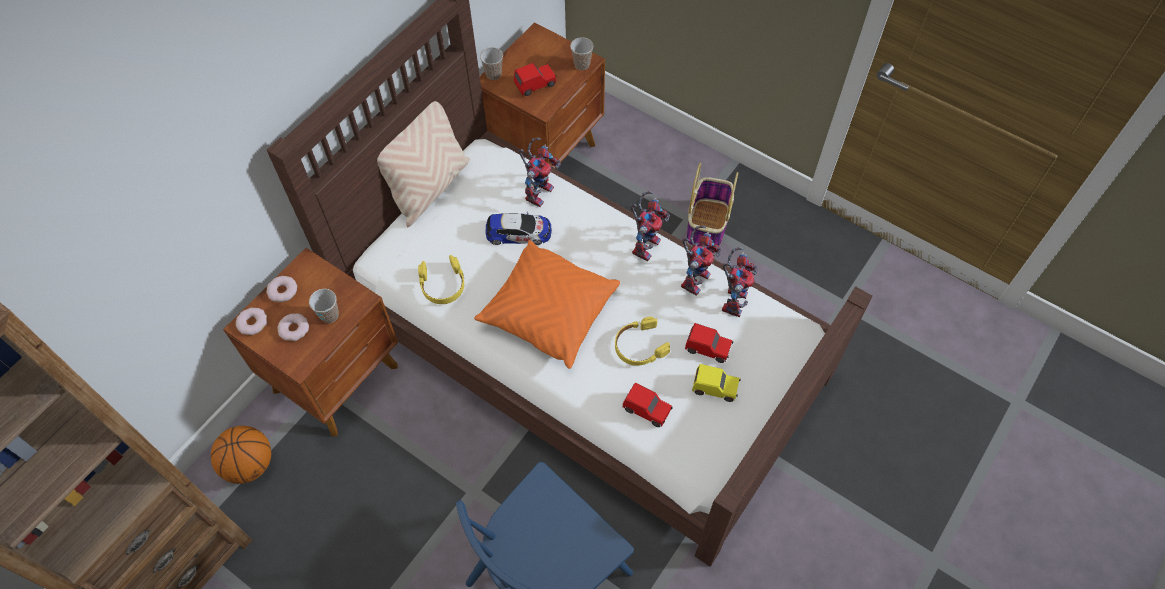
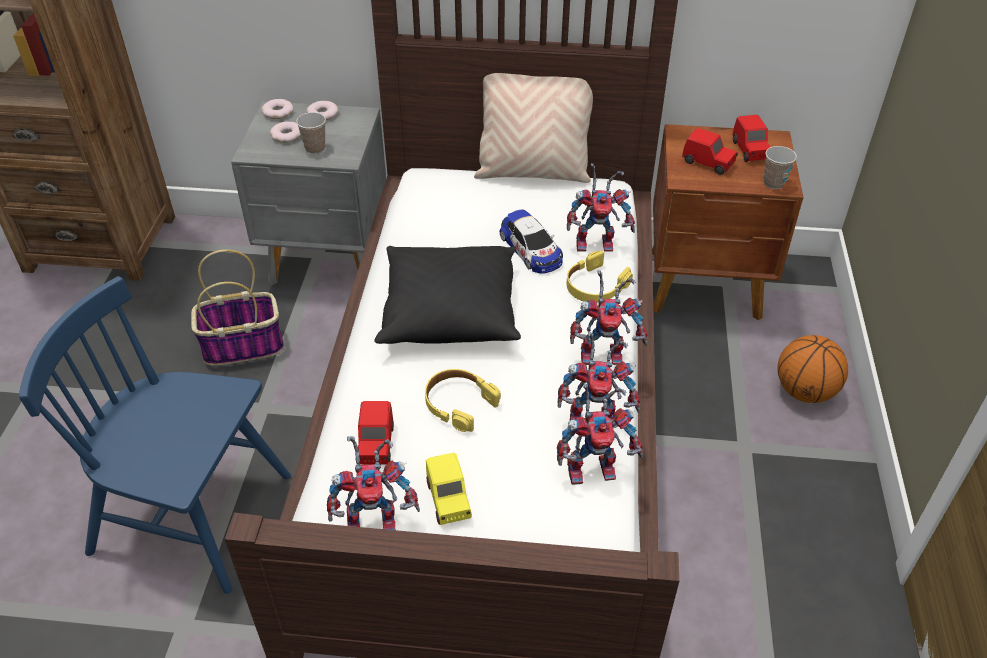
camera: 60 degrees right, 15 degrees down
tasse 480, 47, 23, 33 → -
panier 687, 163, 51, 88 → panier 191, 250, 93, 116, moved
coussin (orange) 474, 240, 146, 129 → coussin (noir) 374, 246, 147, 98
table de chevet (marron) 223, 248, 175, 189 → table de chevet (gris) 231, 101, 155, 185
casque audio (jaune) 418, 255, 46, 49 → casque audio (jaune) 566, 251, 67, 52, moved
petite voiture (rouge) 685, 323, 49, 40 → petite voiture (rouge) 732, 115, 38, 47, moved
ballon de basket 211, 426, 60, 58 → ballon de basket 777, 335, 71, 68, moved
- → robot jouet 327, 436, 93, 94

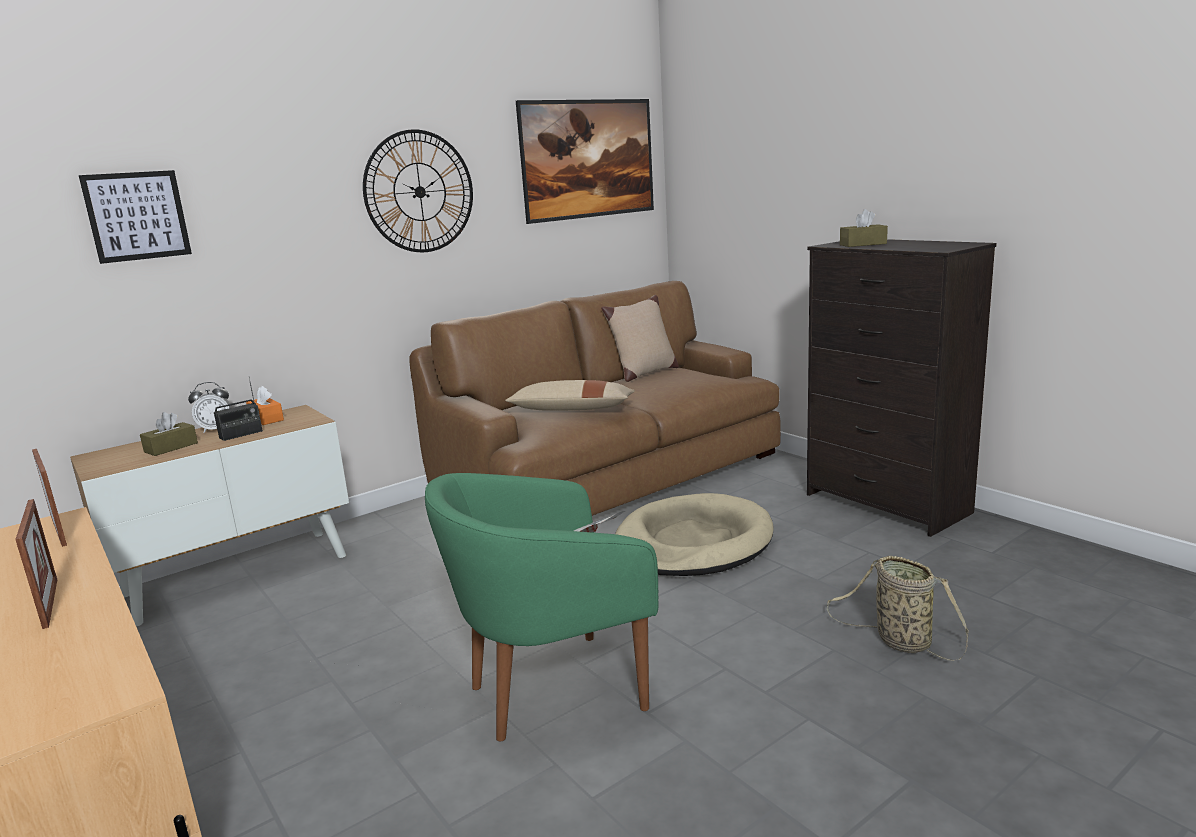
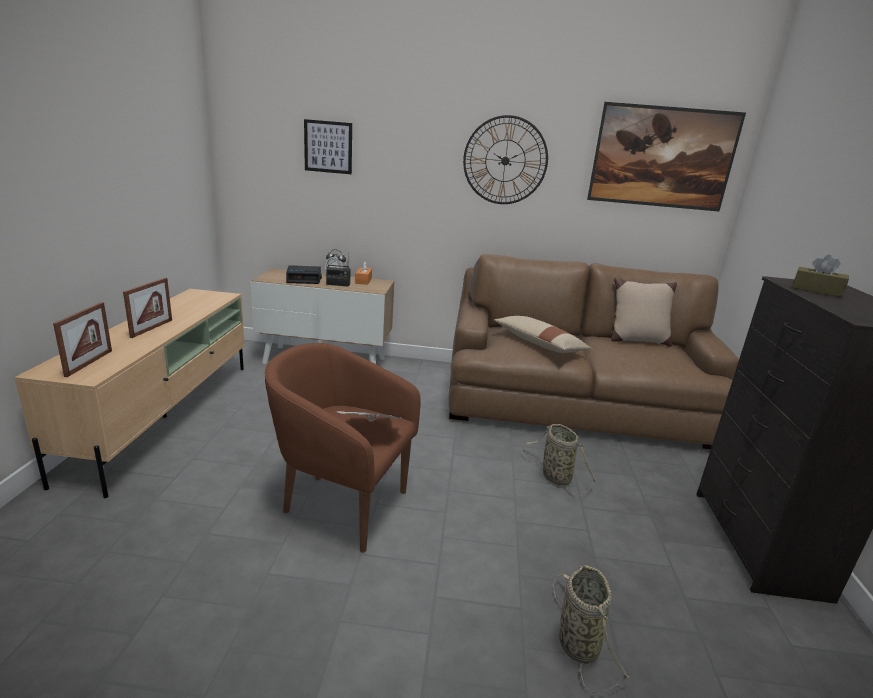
camera: 40 degrees right, 5 degrees up
boîte à mouchoirs (marron) 140, 412, 58, 44 → réveil 286, 265, 36, 19
cadre photo 32, 449, 35, 98 → cadre photo 53, 302, 59, 75, moved
fauteuil (vert) 425, 473, 233, 268 → fauteuil (marron) 265, 343, 156, 210
panier pour chien (beige) 615, 493, 158, 83 → panier 522, 424, 74, 72

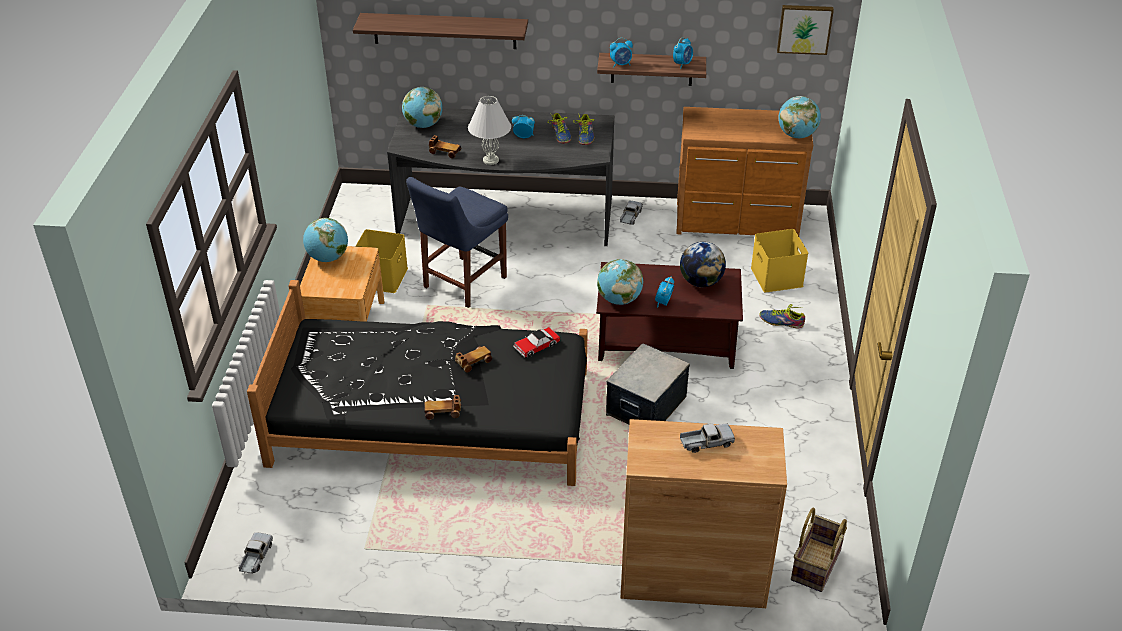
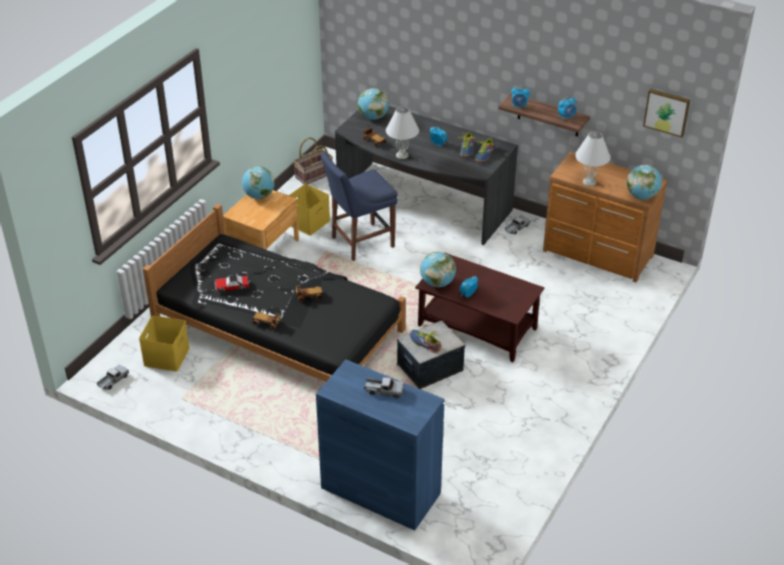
camera: 25 degrees right, 0 degrees up
étagère 353, 13, 175, 36 → -
boîte de rangement (jaune) 751, 229, 57, 63 → boîte de rangement (jaune) 139, 315, 51, 57, moved
globe 680, 242, 46, 45 → -
chaussure 759, 304, 46, 24 → chaussure 410, 330, 31, 23, moved
petite voiture 513, 327, 48, 31 → petite voiture 215, 275, 34, 17, moved
meuble de rangement (marron) 621, 419, 166, 189 → meuble de rangement (bleu) 316, 359, 129, 172
panier 791, 507, 56, 85 → panier 293, 138, 40, 46, moved
- → lampe de table (blanc) 575, 131, 36, 55

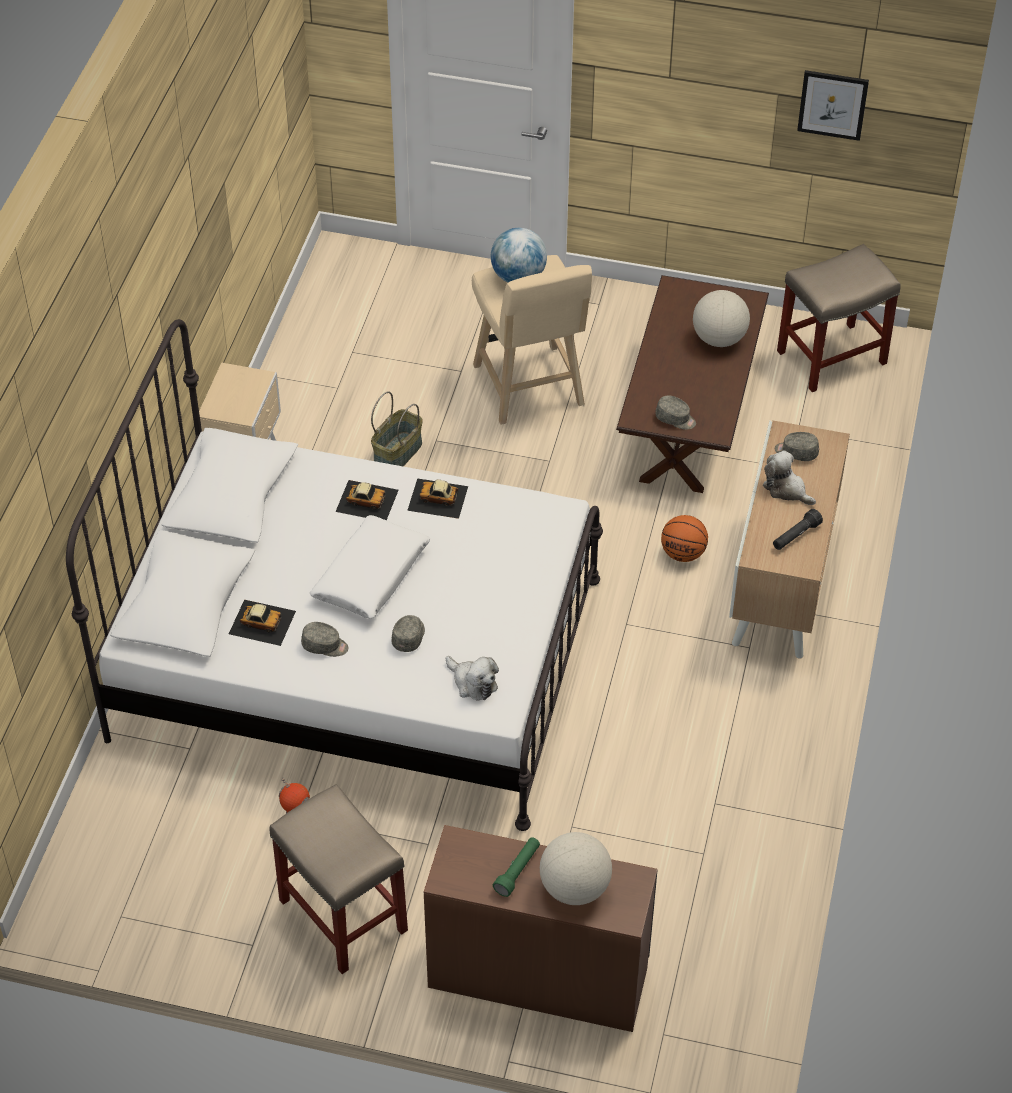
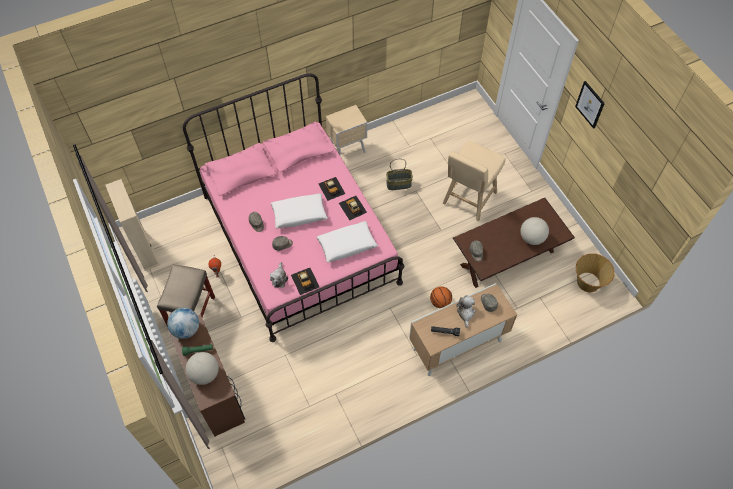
camera: 50 degrees right, 10 degrees up
tableau 797, 70, 72, 71 → tableau 575, 81, 30, 48, moved
globe 491, 228, 56, 54 → globe 167, 308, 32, 31, moved
tabouret (beige) 777, 244, 124, 148 → panier 576, 253, 39, 39
lit (blanc) 66, 319, 537, 512 → lit (rose) 183, 73, 221, 269
petite voiture 229, 600, 67, 46 → petite voiture 291, 268, 28, 27, moved
- → bibliothèque (beige) 105, 179, 54, 92
- → coussin (blanc) 317, 221, 61, 42

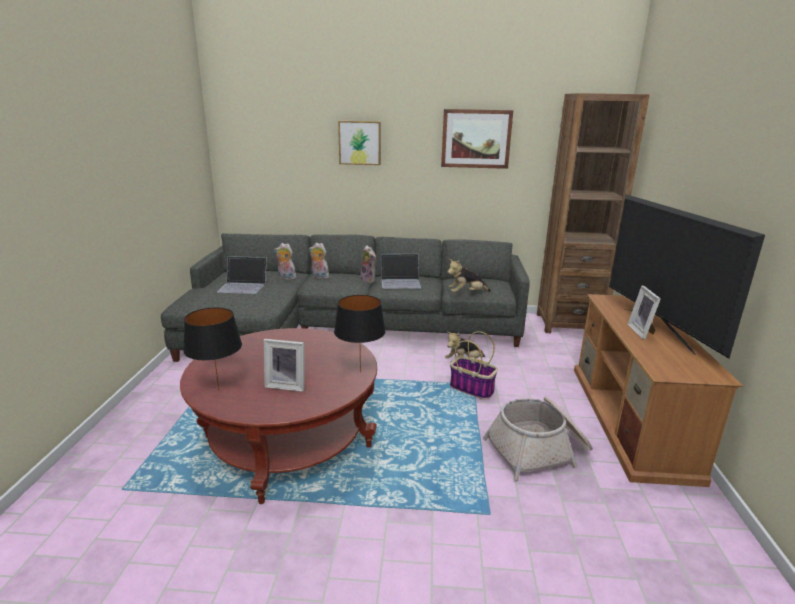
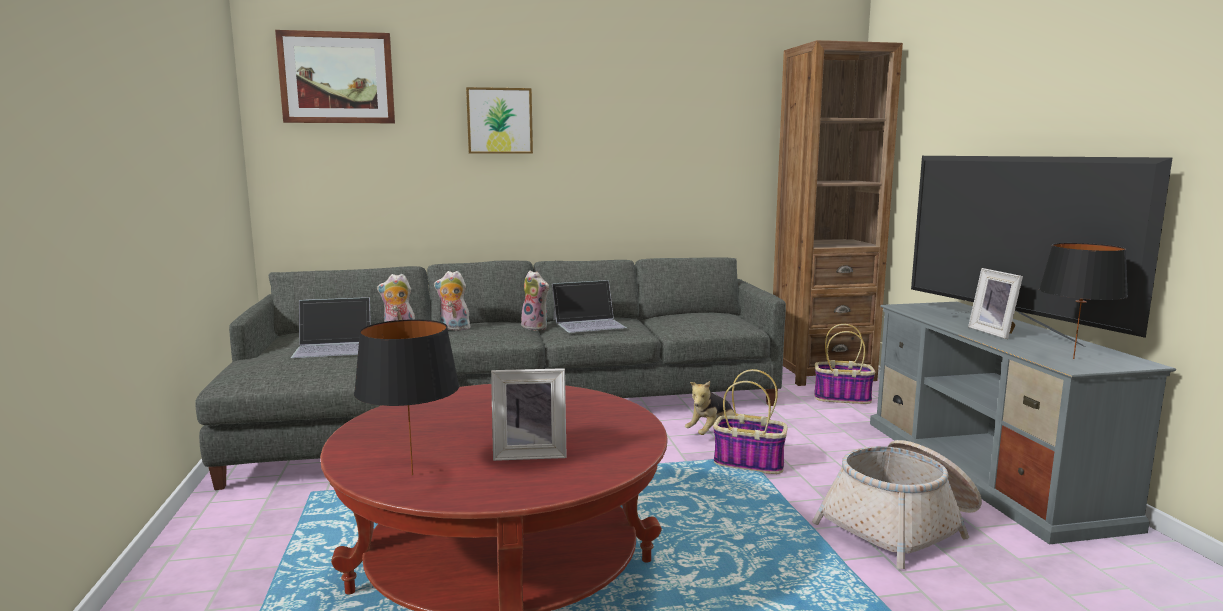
camera: 15 degrees left, 10 degrees down
tableau 441, 109, 72, 60 → tableau 275, 30, 120, 93, moved
peluche 447, 259, 44, 33 → -
meuble télé (marron) 574, 294, 169, 193 → meuble télé (gris) 870, 302, 306, 242
lampe de table (noir) 334, 295, 52, 78 → lampe de table (noir) 1039, 243, 89, 116, moved
- → panier 814, 324, 61, 80

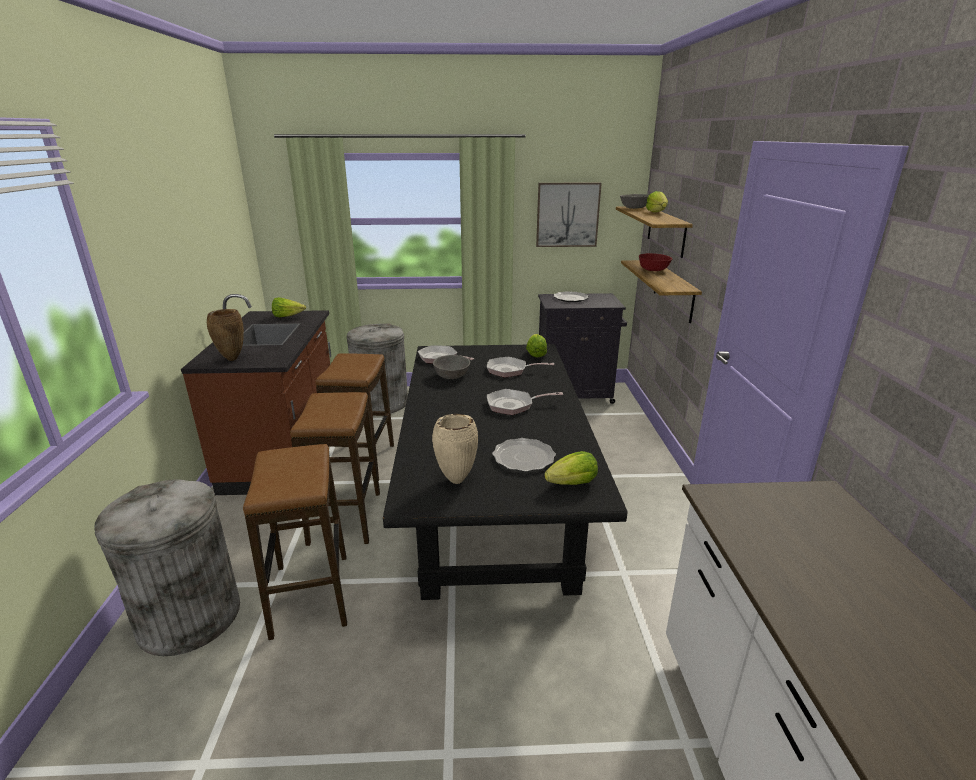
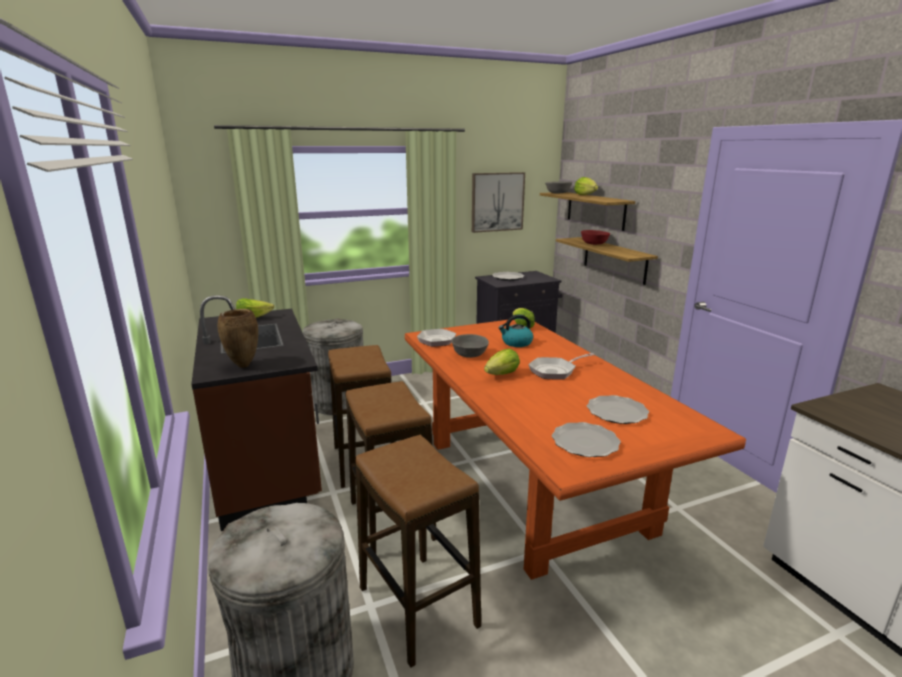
camera: 20 degrees left, 5 degrees down
table à manger (noir) 383, 344, 245, 256 → table à manger (orange) 405, 320, 341, 260
poêle 487, 357, 67, 21 → bouilloire 498, 314, 35, 33
vase (beige) 432, 414, 46, 70 → assiette 552, 422, 69, 35
laitue 544, 451, 54, 34 → laitue 484, 348, 36, 27, moved

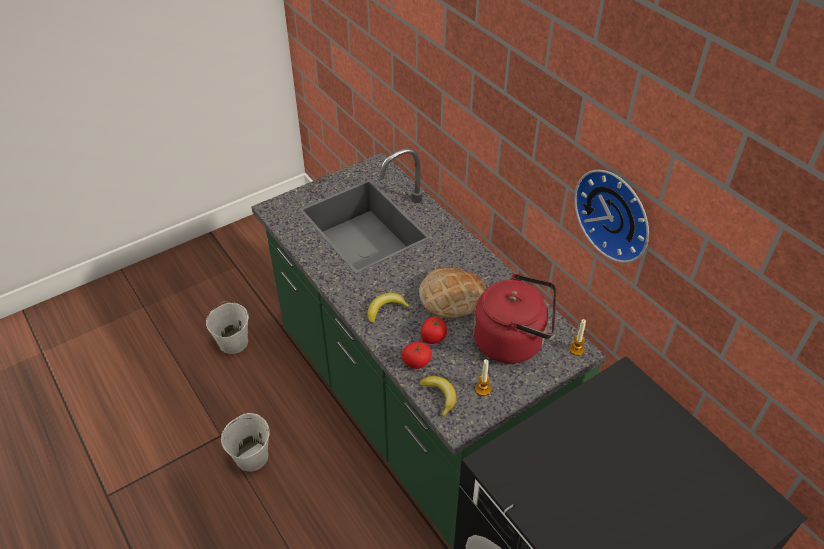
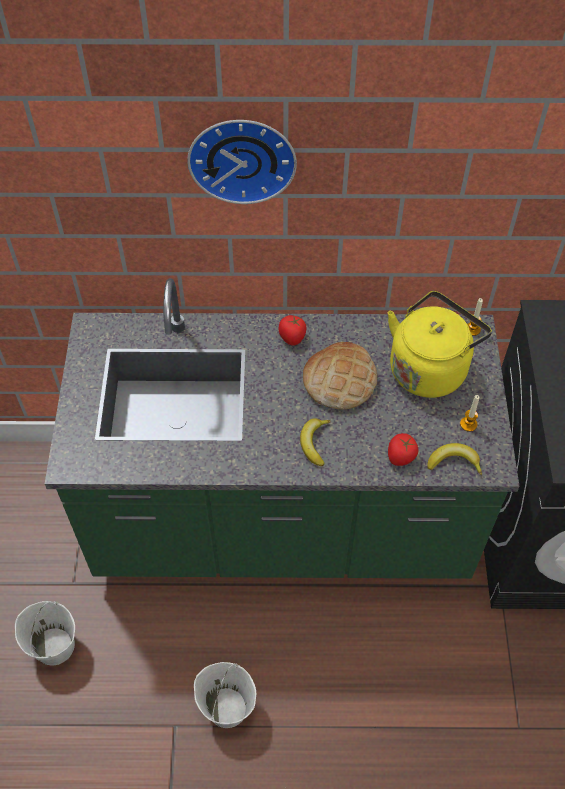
camera: 55 degrees left, 10 degrees up
horloge murale 574, 170, 75, 93 → horloge murale 187, 120, 110, 84, moved
bouilloire (rouge) 473, 274, 83, 90 → bouilloire (jaune) 388, 291, 104, 107
tomate 421, 317, 26, 27 → tomate 279, 315, 28, 31, moved

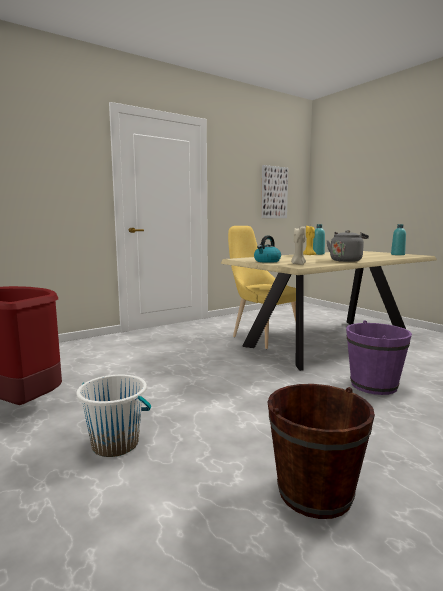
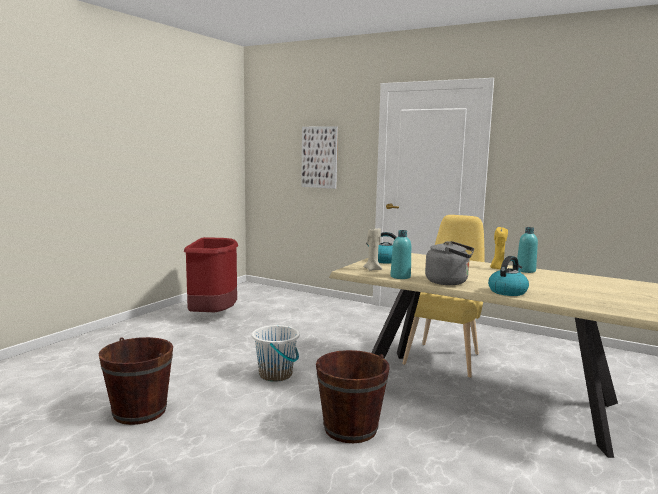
camera: 65 degrees right, 0 degrees up
tableau 261, 165, 27, 53 → tableau 301, 127, 37, 62, moved
bouteille (turquoise) 391, 224, 15, 31 → bouteille (turquoise) 391, 230, 20, 49, moved
seau (violet) 346, 320, 66, 75 → seau (marron) 316, 350, 73, 93
seau (blanc) 77, 375, 74, 82 → seau (blanc) 252, 325, 48, 57, moved
- → bouilloire 488, 256, 41, 40

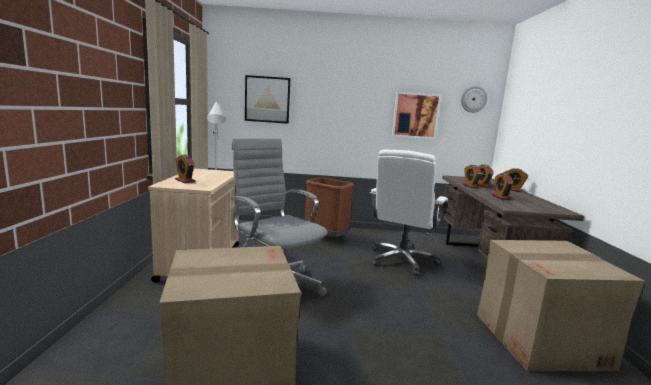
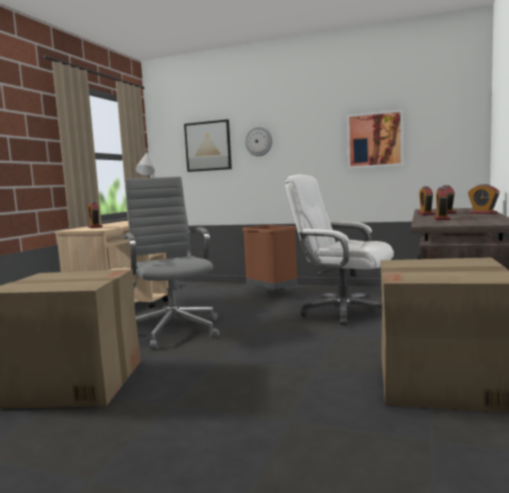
camera: 20 degrees right, 5 degrees down
horloge murale 461, 86, 27, 27 → horloge murale 245, 126, 27, 30, moved
chaise de bureau (blanc) 370, 150, 78, 126 → chaise de bureau (blanc) 285, 174, 109, 151, 75 degrees clockwise

